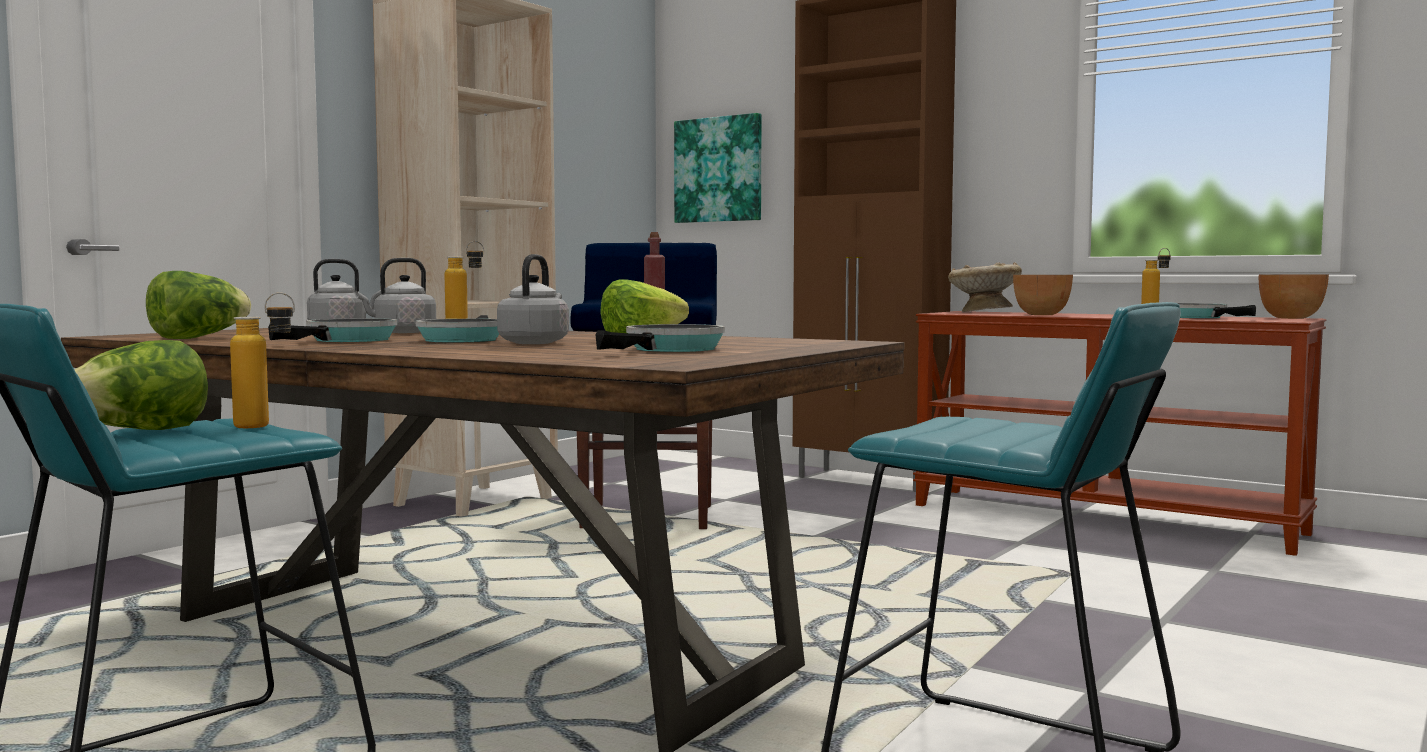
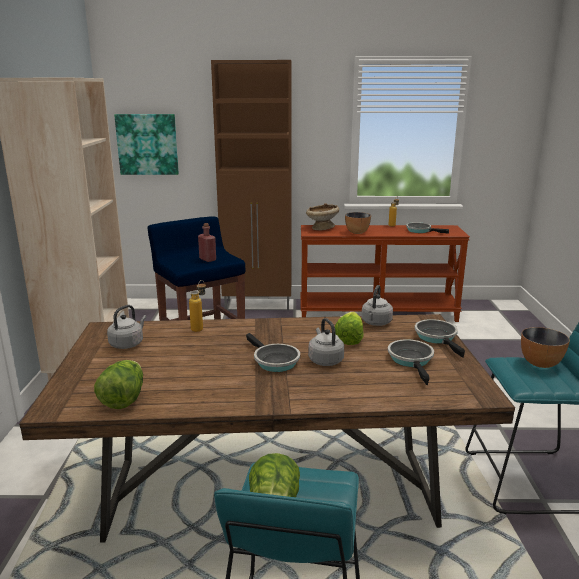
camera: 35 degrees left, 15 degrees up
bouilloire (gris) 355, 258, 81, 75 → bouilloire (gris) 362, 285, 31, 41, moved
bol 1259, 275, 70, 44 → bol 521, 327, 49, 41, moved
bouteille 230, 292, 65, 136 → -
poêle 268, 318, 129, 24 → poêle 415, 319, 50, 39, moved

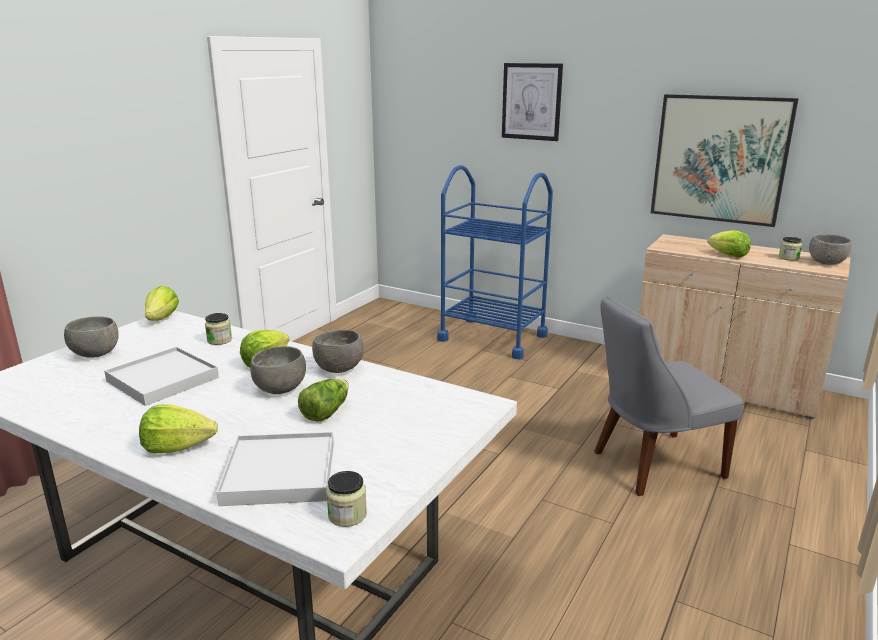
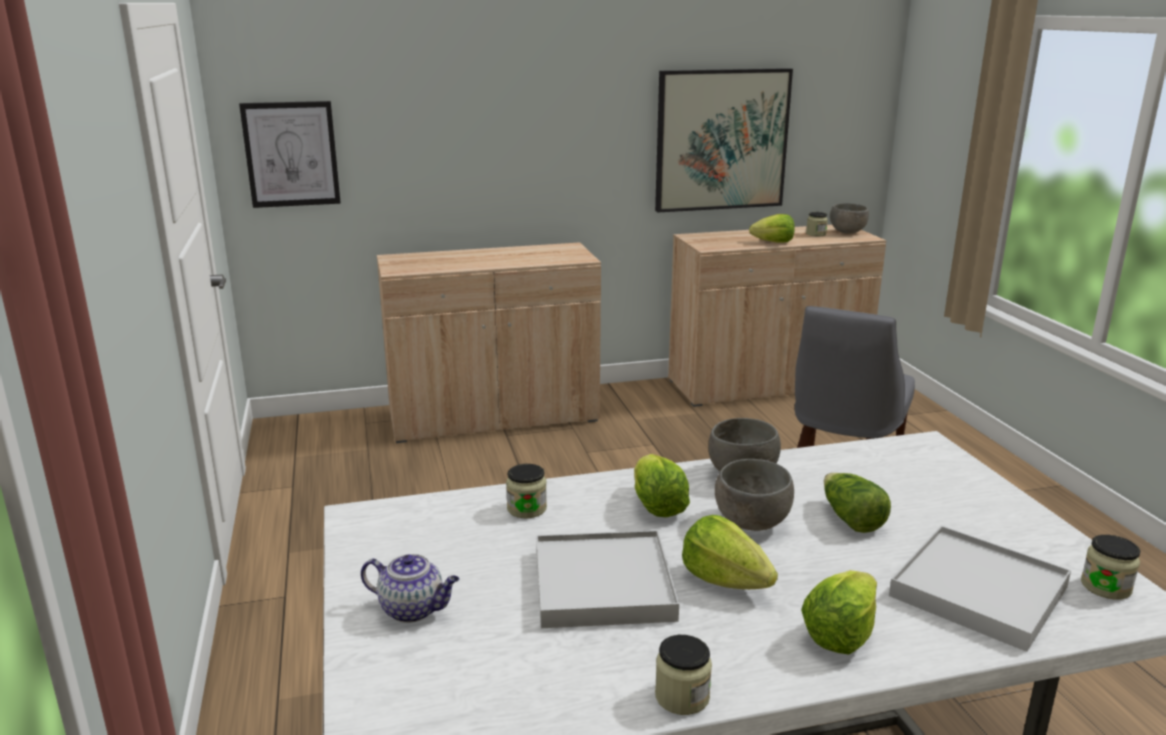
camera: 45 degrees left, 0 degrees up
tableau 502, 63, 61, 78 → tableau 239, 101, 102, 107, moved
chariot (bleu) 437, 165, 116, 195 → meuble de rangement (beige) 377, 242, 224, 201
laitue 145, 286, 34, 35 → laitue 682, 515, 96, 74, moved
bol (gris) 64, 316, 55, 42 → théière 361, 554, 98, 69
- → bocal 655, 635, 57, 80

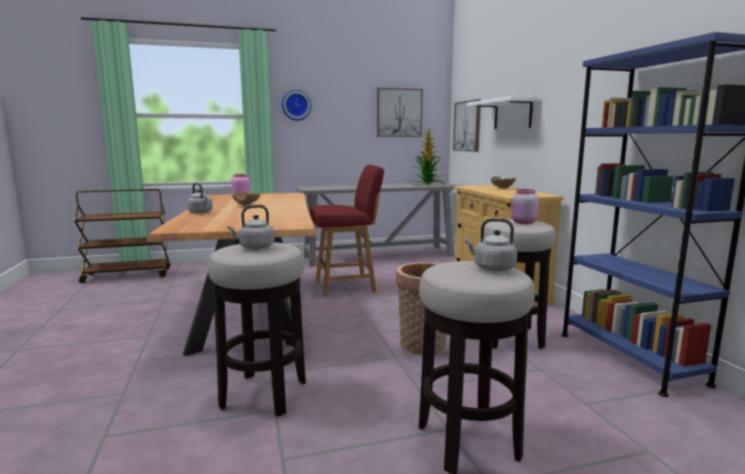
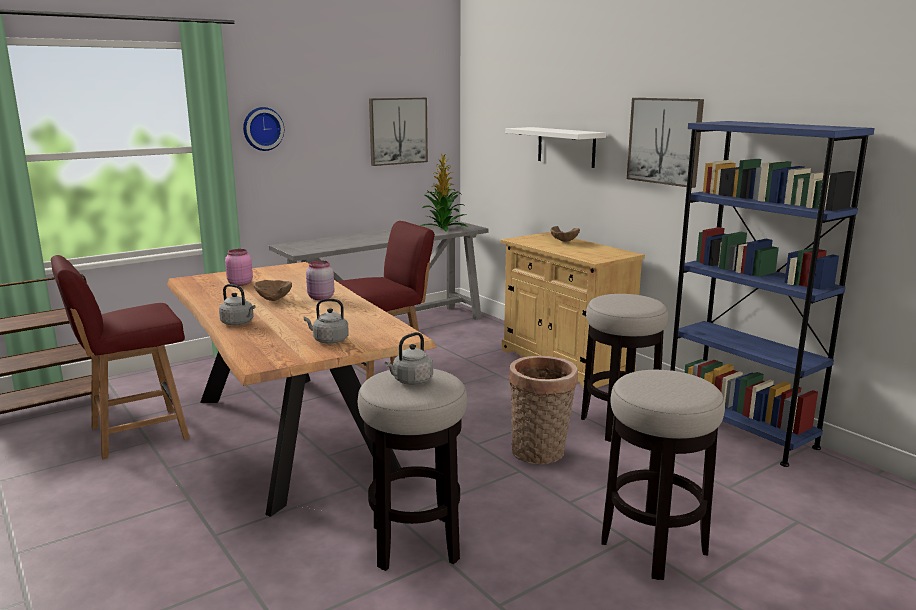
camera: 20 degrees left, 5 degrees up
tableau 453, 99, 28, 53 → tableau 627, 98, 77, 90, moved
bocal (rose) 512, 189, 27, 35 → bocal (rose) 306, 260, 28, 40, moved
bouilloire (gris) 465, 218, 52, 53 → bouilloire (gris) 304, 299, 45, 45, moved
- → chaise (rouge) 51, 255, 139, 204

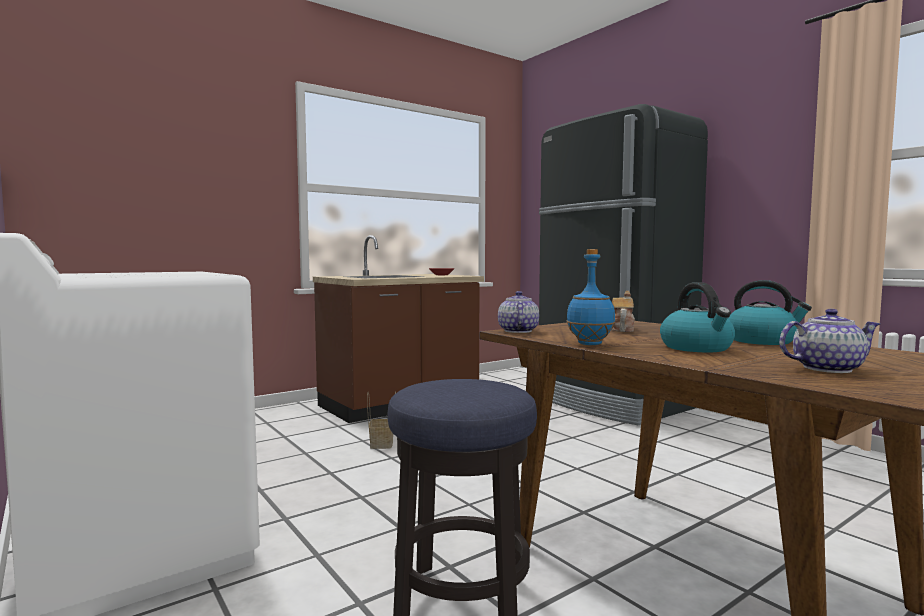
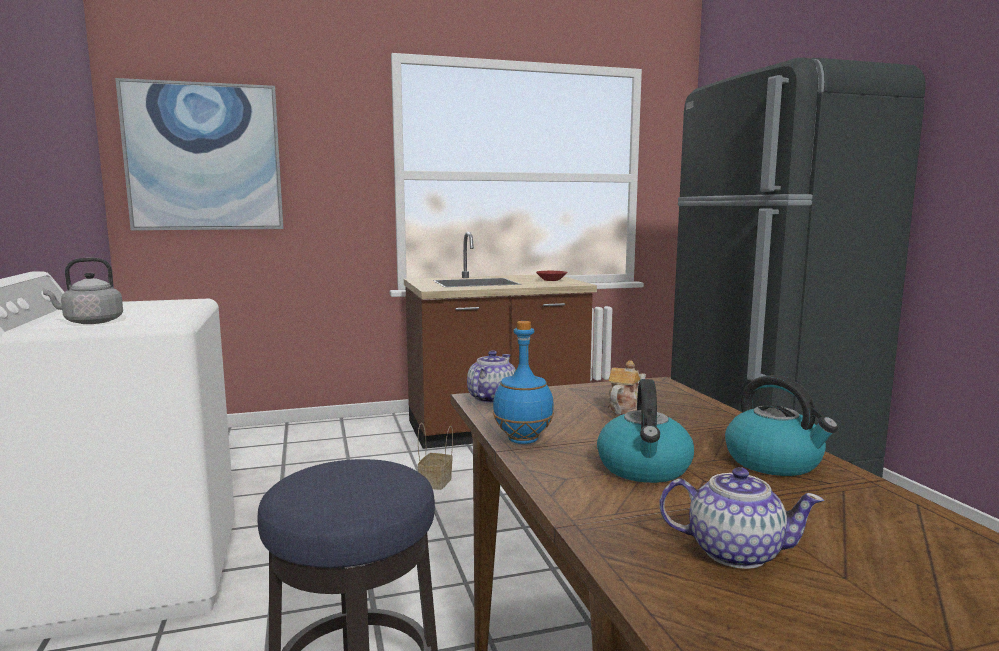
camera: 20 degrees right, 5 degrees up
- → tableau 115, 78, 168, 152
- → bouilloire (gris) 42, 258, 81, 66

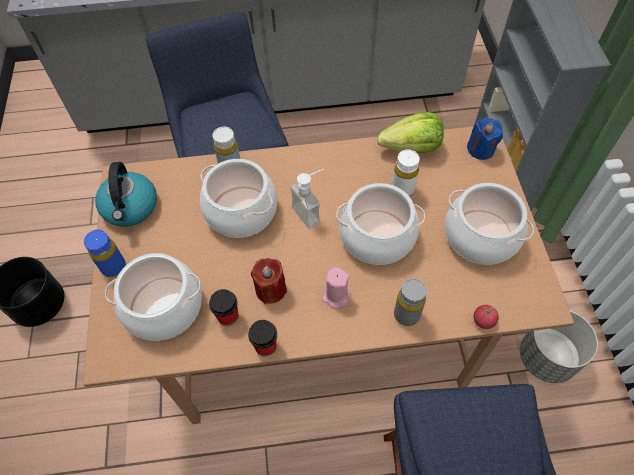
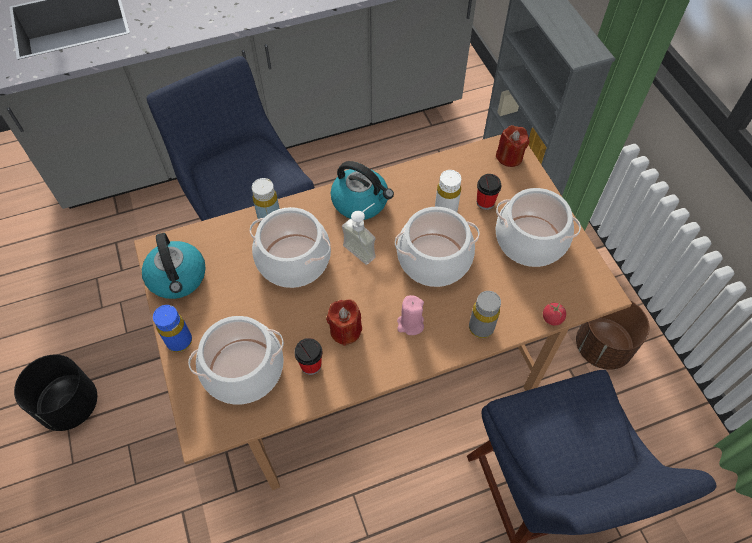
camera: 15 degrees left, 0 degrees up
laitue 377, 112, 67, 41 → -
bougie (bleu) 467, 117, 36, 43 → bougie (rouge) 496, 125, 33, 42
cache-pot (gris) 520, 311, 78, 72 → cache-pot (marron) 576, 300, 73, 70
tasse 248, 320, 29, 37 → tasse 477, 174, 24, 36, moved
- → bouilloire 331, 161, 63, 59

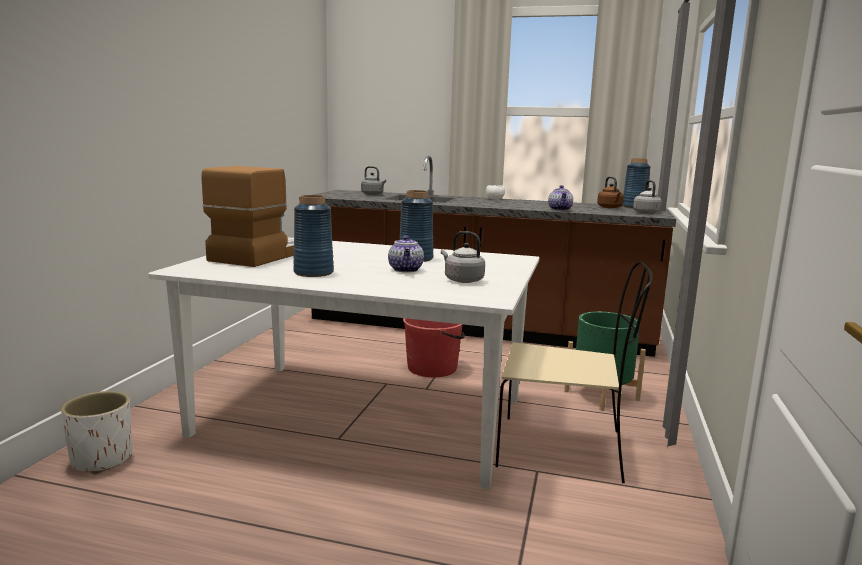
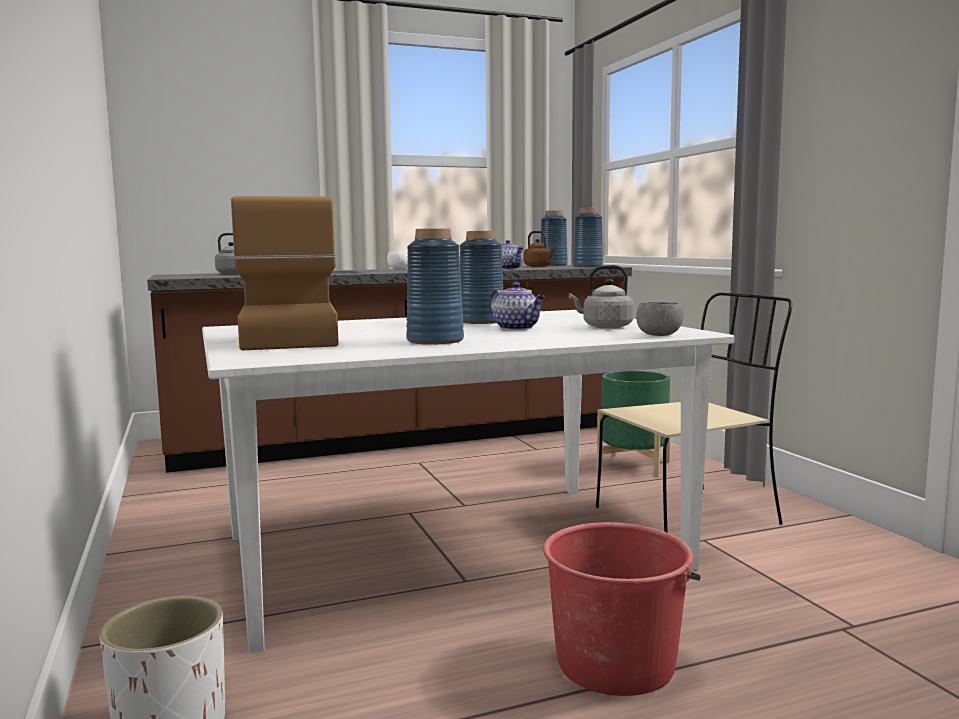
camera: 35 degrees left, 5 degrees down
bouilloire (gris) 633, 180, 29, 34 → vase (bleu) 573, 208, 30, 59
seau (rouge) 403, 318, 62, 59 → seau (rouge) 543, 522, 158, 174, moved
- → bol (gris) 636, 302, 48, 34

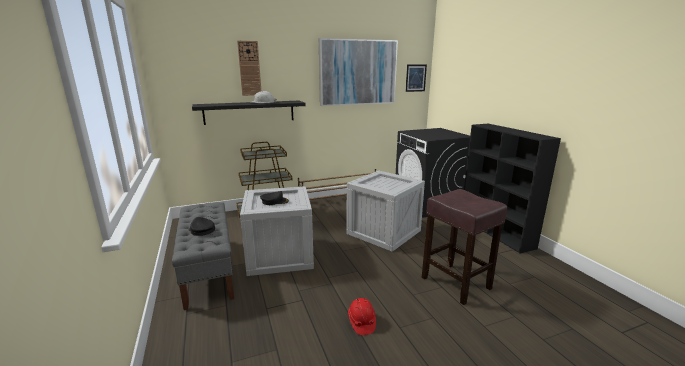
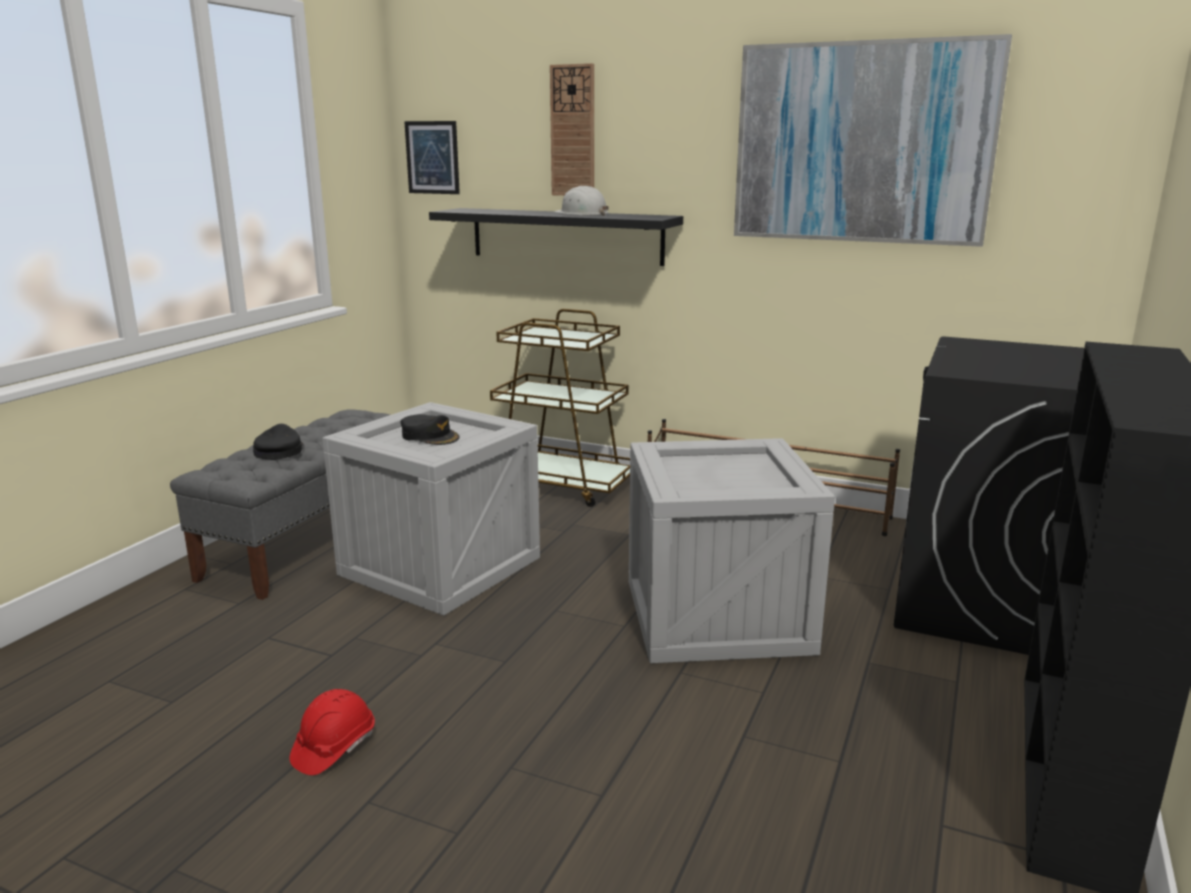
camera: 45 degrees right, 0 degrees up
tableau 405, 65, 22, 27 → tableau 404, 121, 56, 73, moved
tabouret (marron) 422, 189, 85, 116 → -

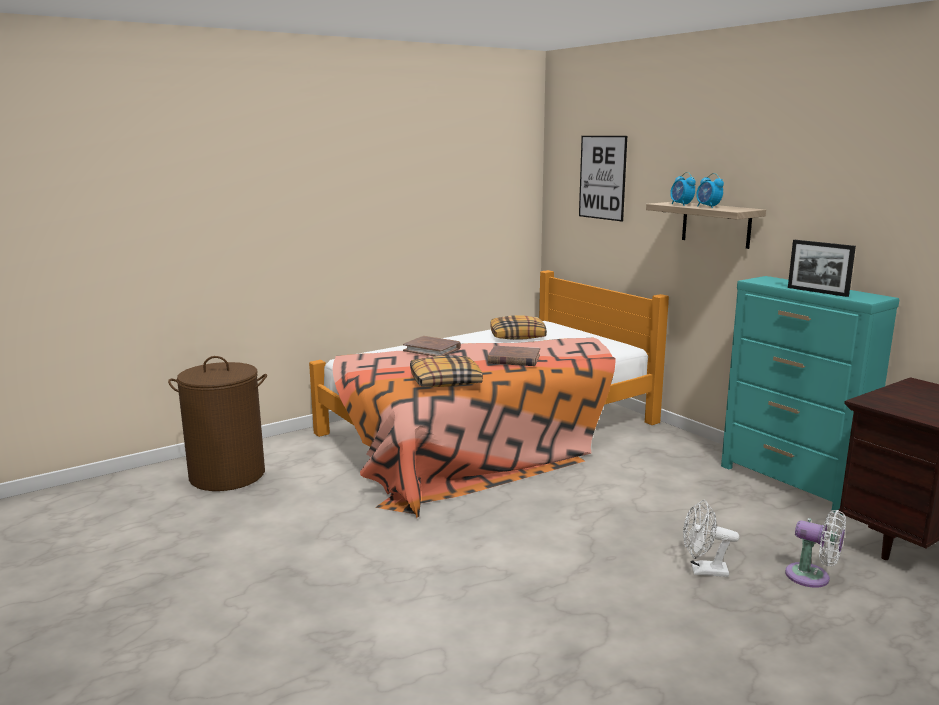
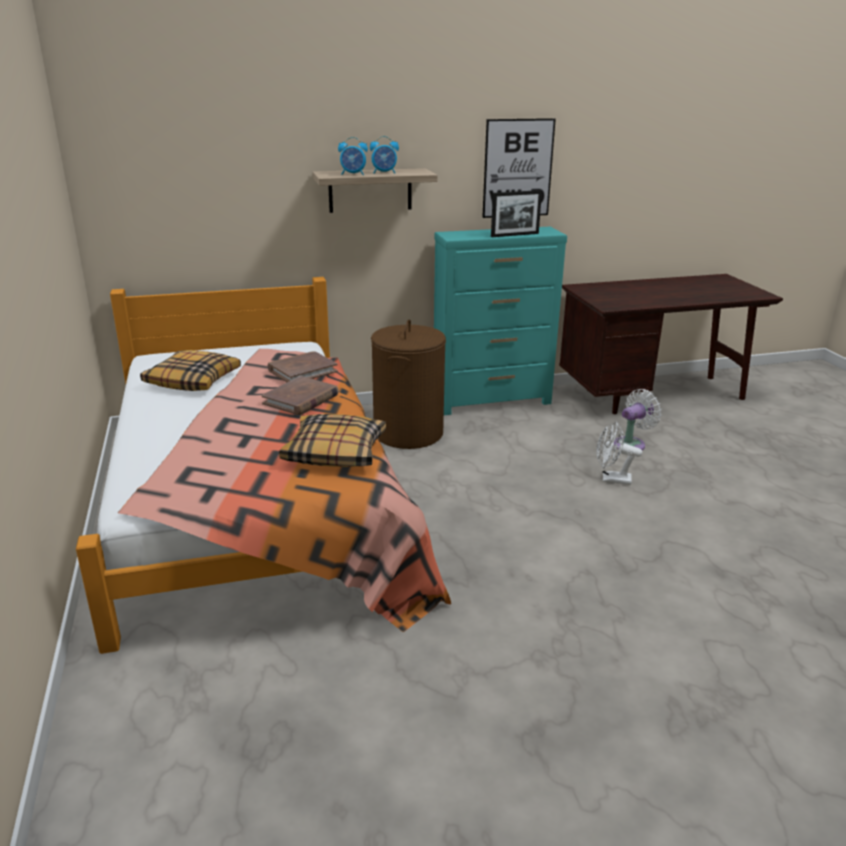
camera: 70 degrees left, 10 degrees up
tableau 579, 136, 48, 85 → tableau 482, 118, 74, 100, moved
livre (marron) 403, 336, 58, 20 → livre (marron) 268, 351, 70, 31, moved
panier à linge (marron) 168, 356, 99, 135 → panier à linge (marron) 371, 320, 75, 129, moved
ventilateur (blanc) 683, 500, 56, 77 → ventilateur (blanc) 596, 421, 47, 64, 75 degrees clockwise

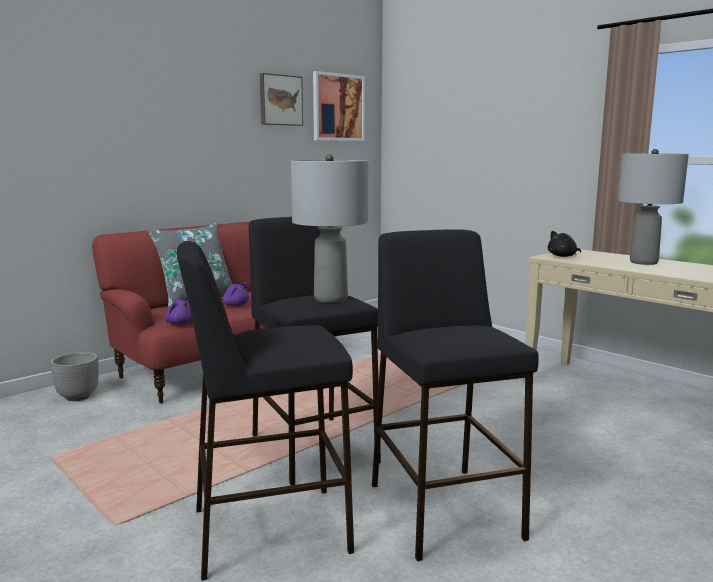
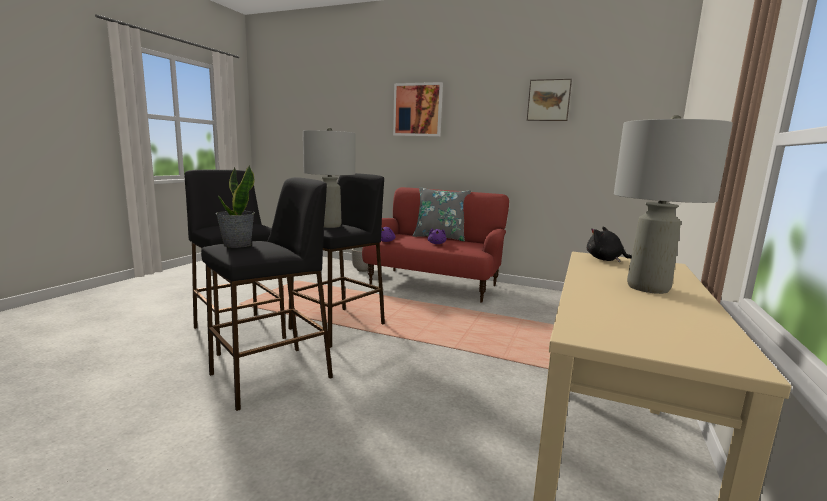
camera: 65 degrees right, 0 degrees up
tableau 313, 71, 52, 70 → tableau 393, 82, 50, 55, moved
- → plante en pot 216, 165, 39, 83

